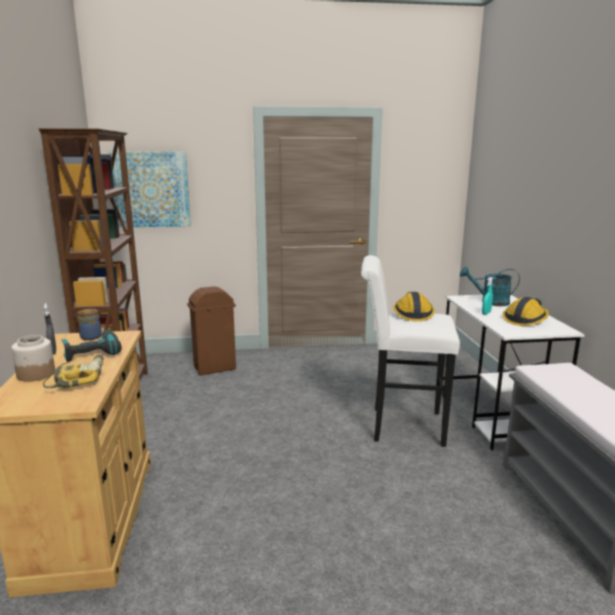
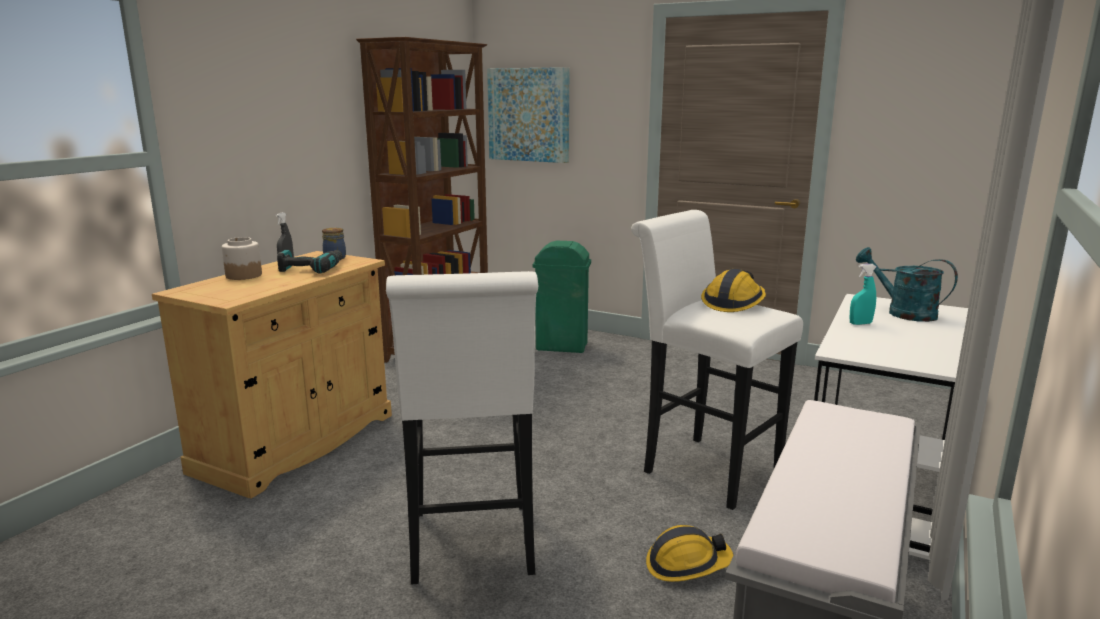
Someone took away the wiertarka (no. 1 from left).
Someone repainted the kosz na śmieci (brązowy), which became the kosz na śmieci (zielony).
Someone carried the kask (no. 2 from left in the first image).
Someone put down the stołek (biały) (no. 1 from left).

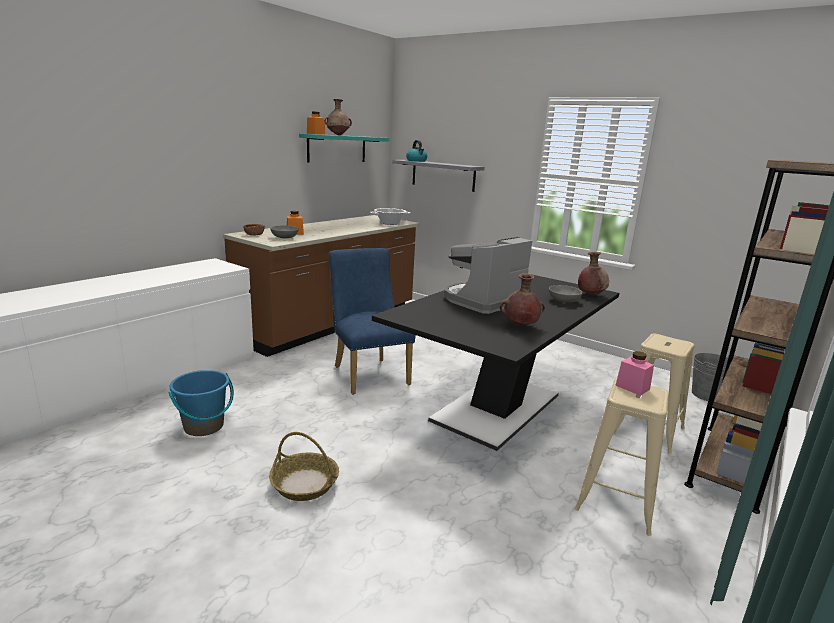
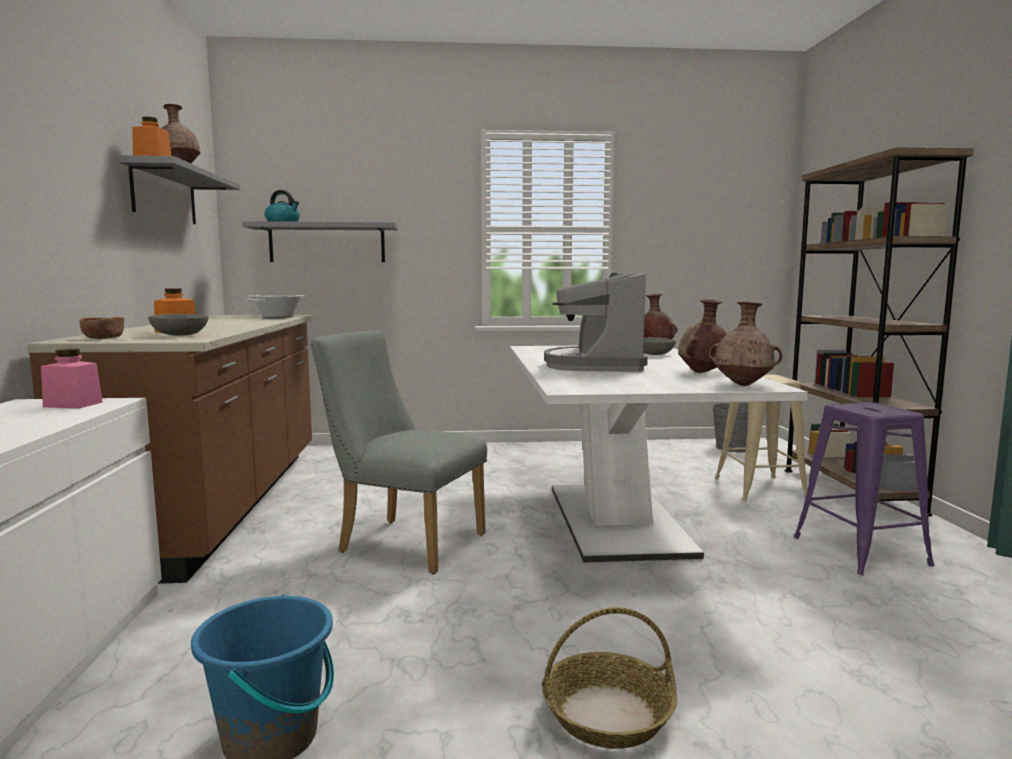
Someone repainted the półka (turkusowy), which became the półka (szary) (no. 1 from left).
Someone repainted the krzesło (niebieski), which became the krzesło (szary).
Someone repainted the stół jadalny (czarny), which became the stół jadalny (biały).
Someone repainted the stołek (beżowy) (no. 1 from left), which became the stołek (fioletowy).
Someone carried the słoik (różowy).
Someone put down the wazon (brązowy) (no. 4 from left).

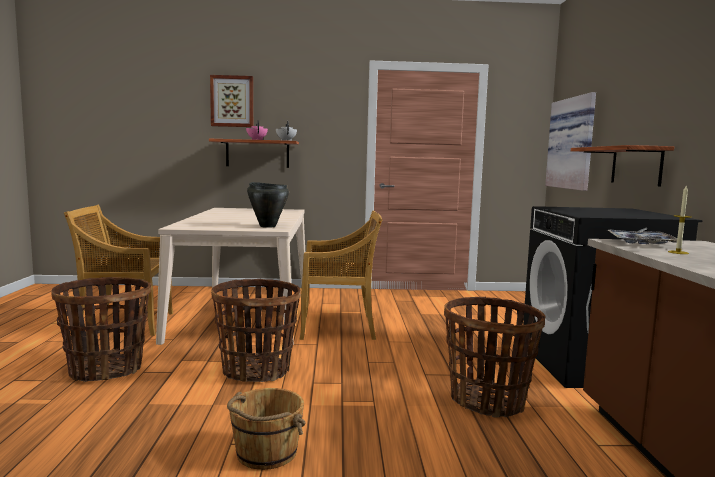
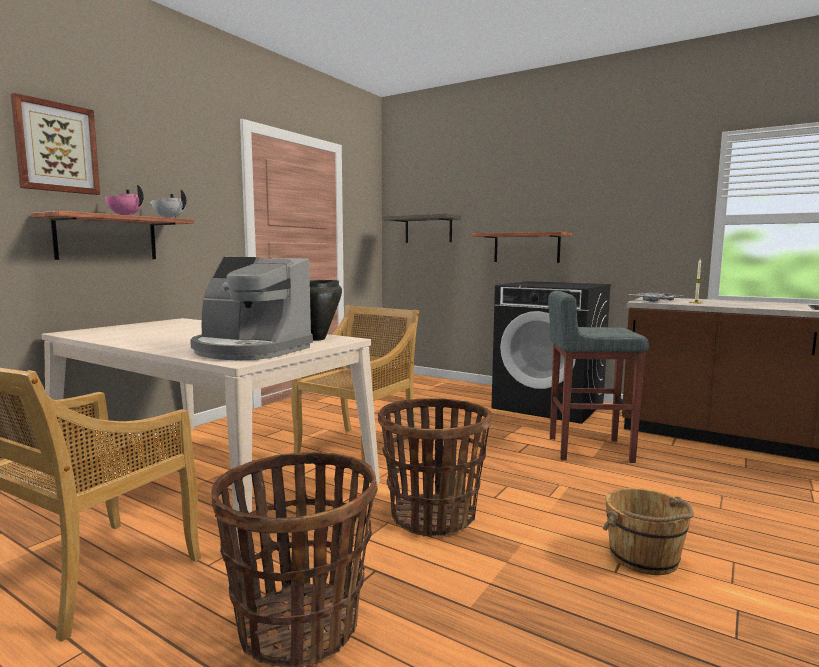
Someone swapped the koszyk (no. 3 from left) for the stołek (szary).
Someone swapped the obraz (no. 2 from left) for the półka (no. 2 from left).
Someone put down the ekspres do kawy.

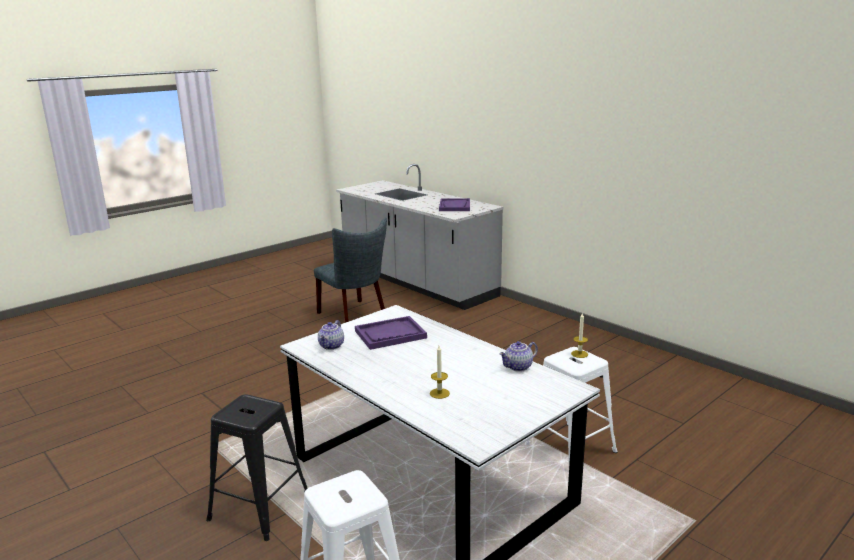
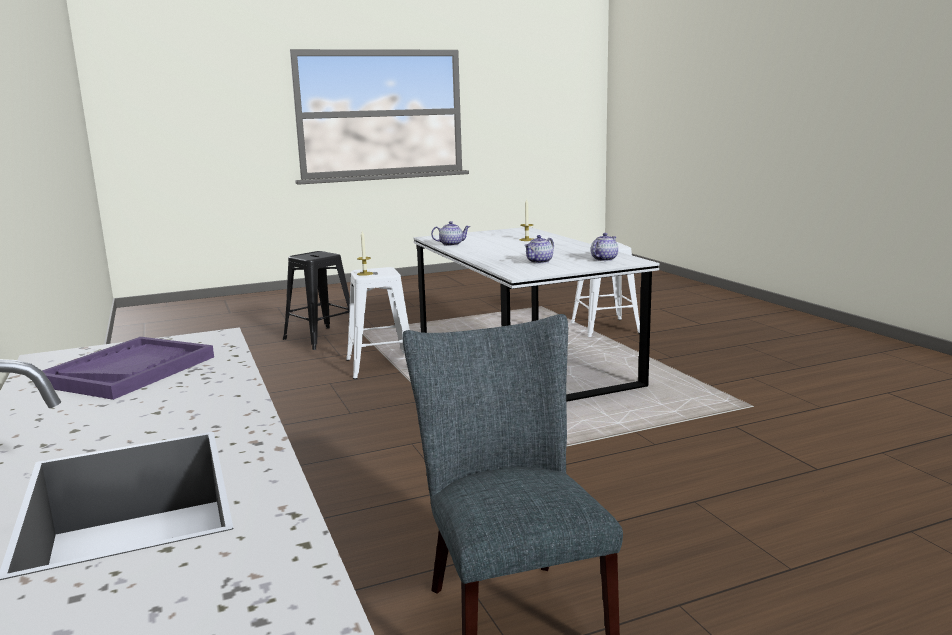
Someone carried the stołek (czarny).
Someone swapped the taca (fioletowy) (no. 1 from left) for the imbryk (no. 2 from left).

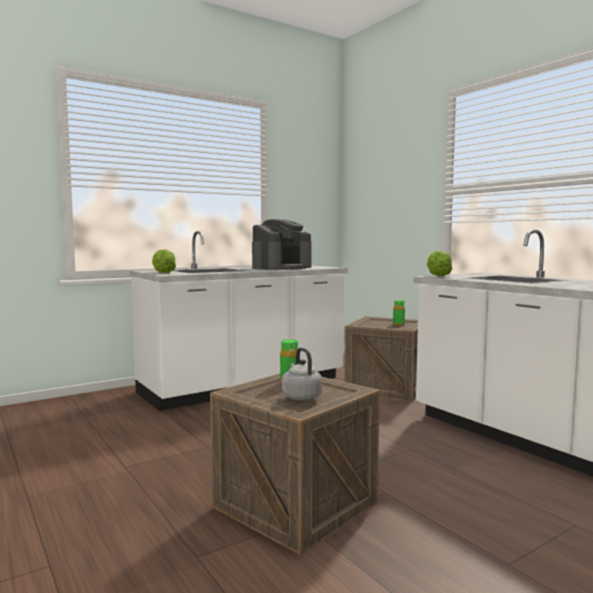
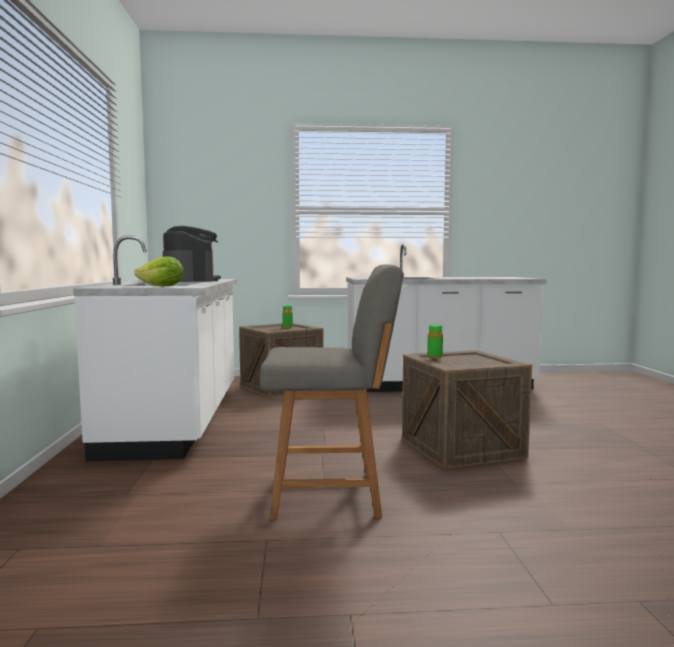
Someone took away the czajnik (szary).
Someone took away the sałata (no. 2 from left).
Someone put down the krzesło (szary).

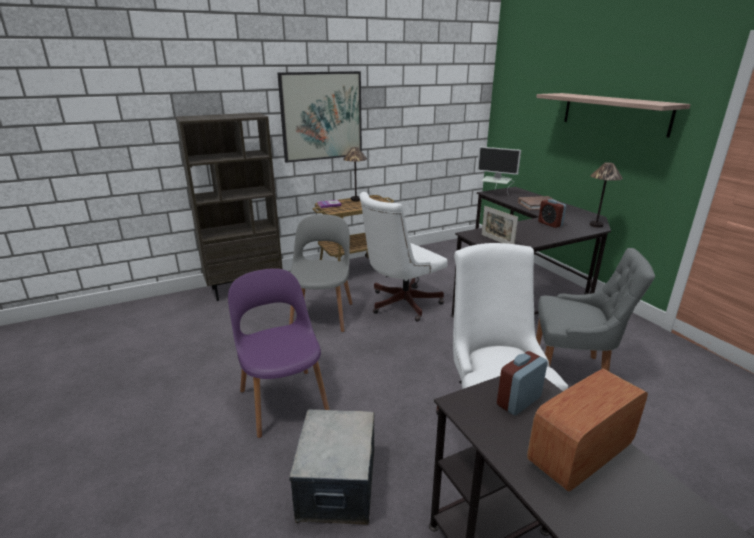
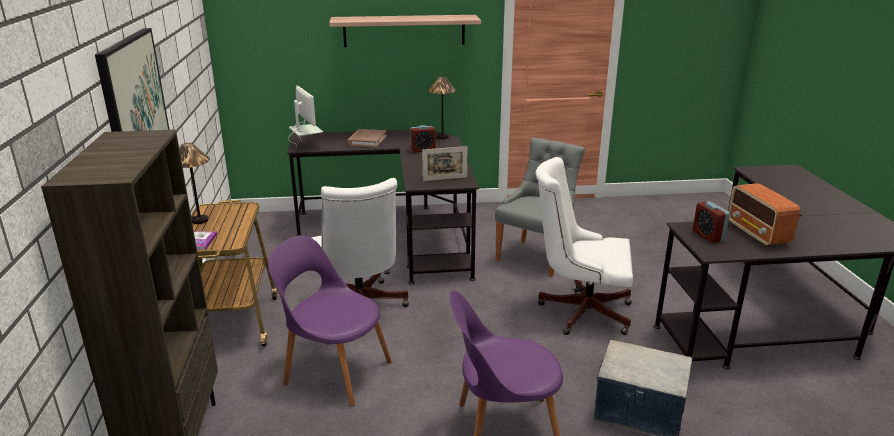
Someone repainted the krzesło (szary) (no. 1 from left), which became the krzesło (fioletowy) (no. 1 from left).
Someone rotated the monitor by 75 degrees counterclockwise.

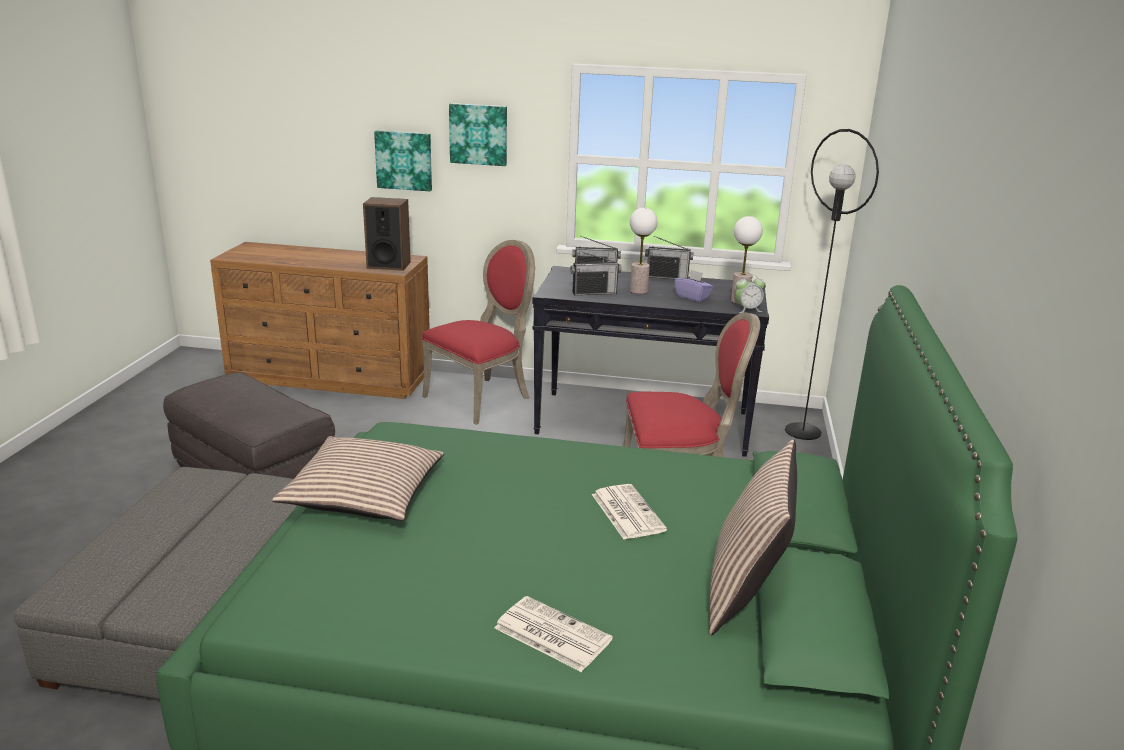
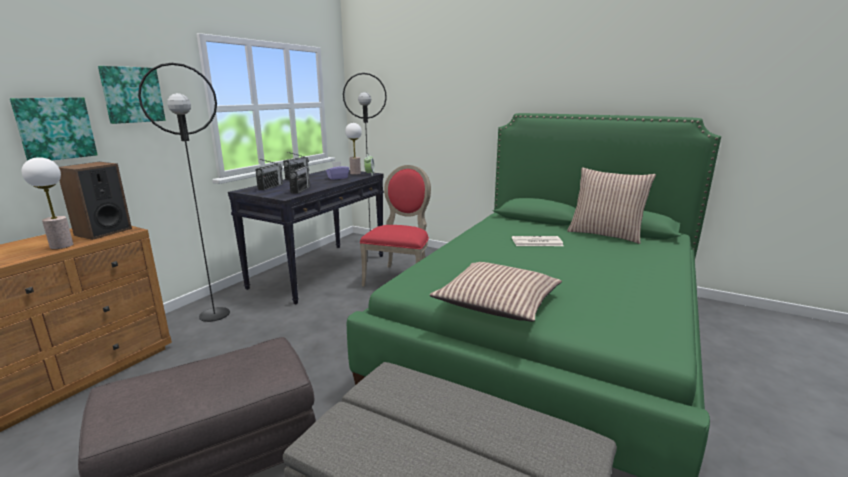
Someone swapped the krzesło (czerwony) (no. 1 from left) for the lampa stojąca (czarny) (no. 1 from left).
Someone took away the gazeta (no. 1 from left).
Someone carried the lampa stołowa (no. 1 from left).

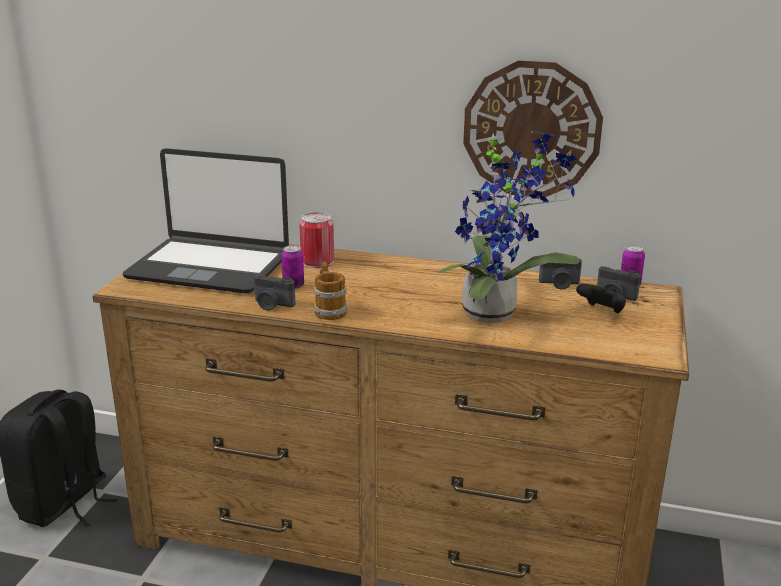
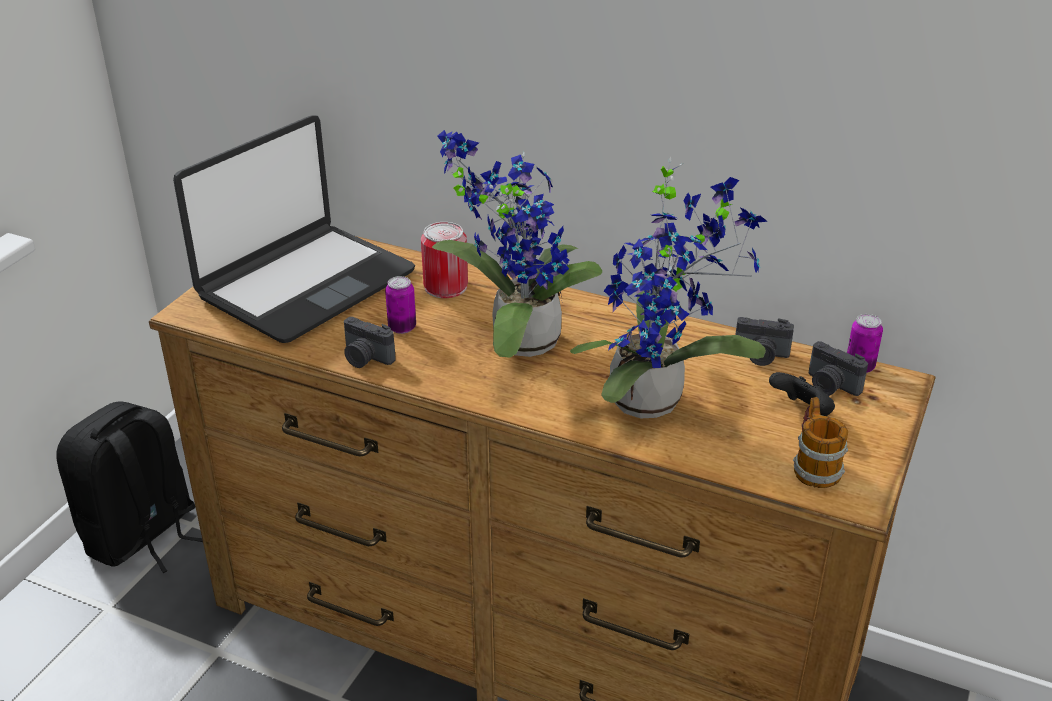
Someone rotated the laptop by 75 degrees counterclockwise.
Someone carried the kubek.
Someone took away the zegar ścienny.
Someone put down the roślina doniczkowa (no. 1 from left).

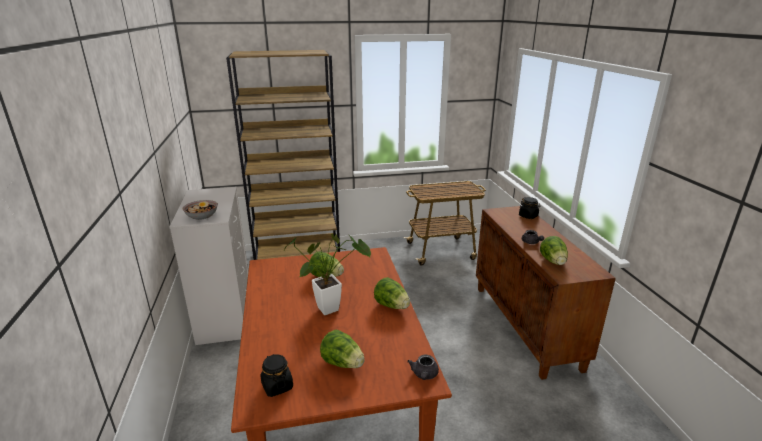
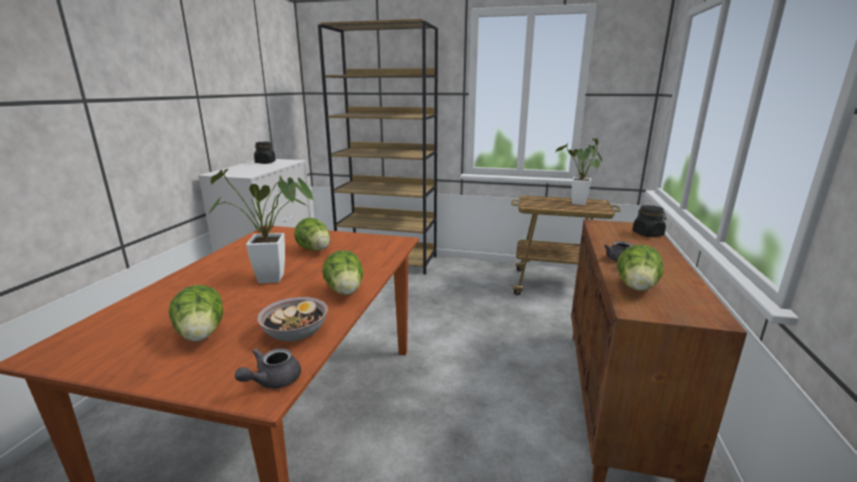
Someone carried the miska.
Someone carried the słoik (czarny) (no. 1 from left).
Someone put down the roślina doniczkowa (no. 2 from left).

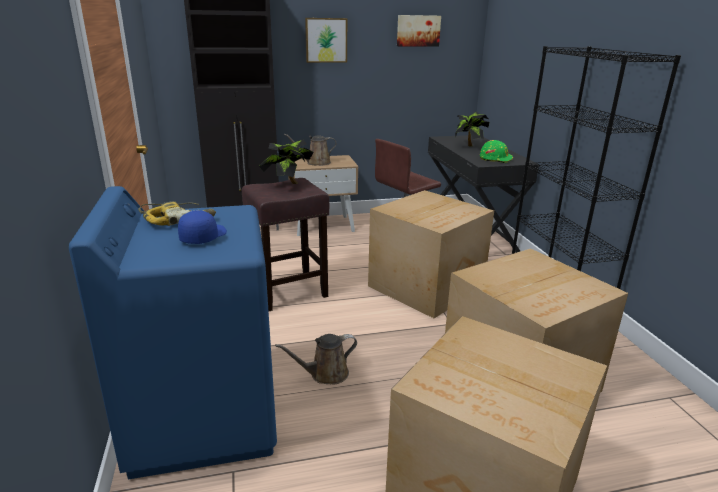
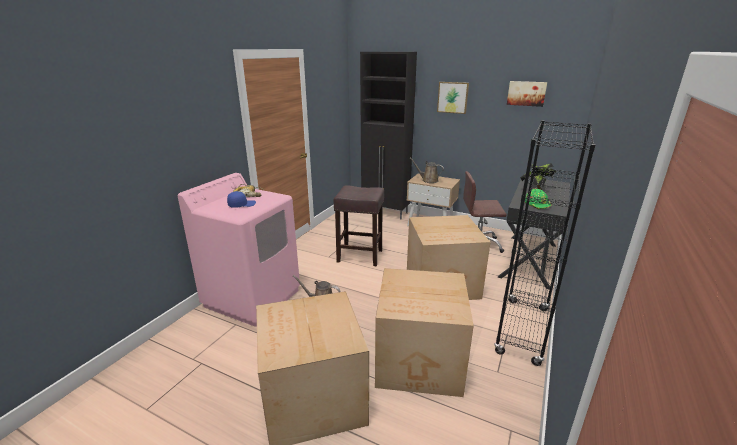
Someone repainted the pralka (niebieski), which became the pralka (różowy).
Someone took away the roślina doniczkowa (no. 1 from left).

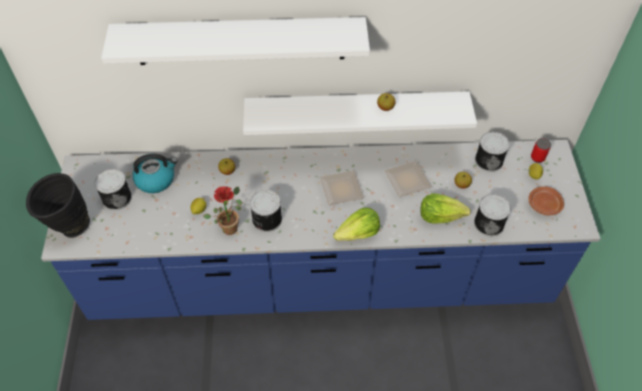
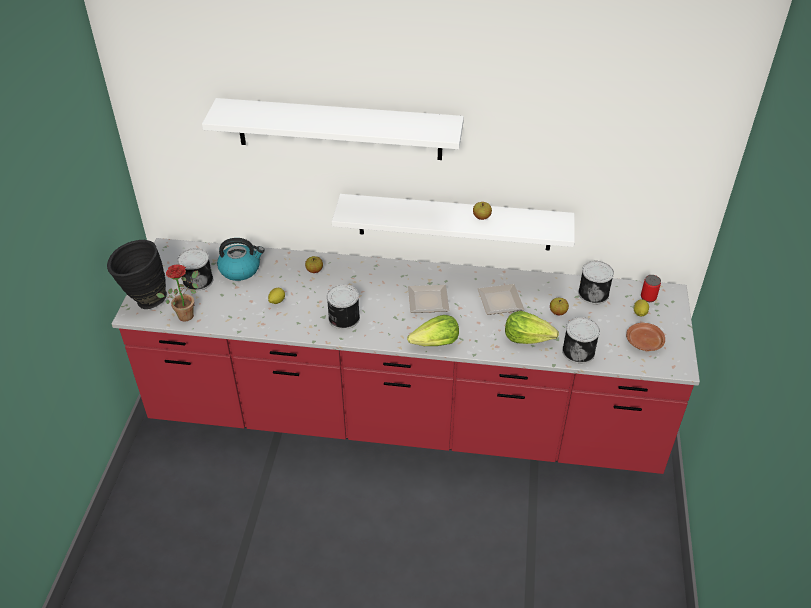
Someone repainted the zabudowa kuchenna (niebieski), which became the zabudowa kuchenna (czerwony).
Someone carried the roślina doniczkowa.

